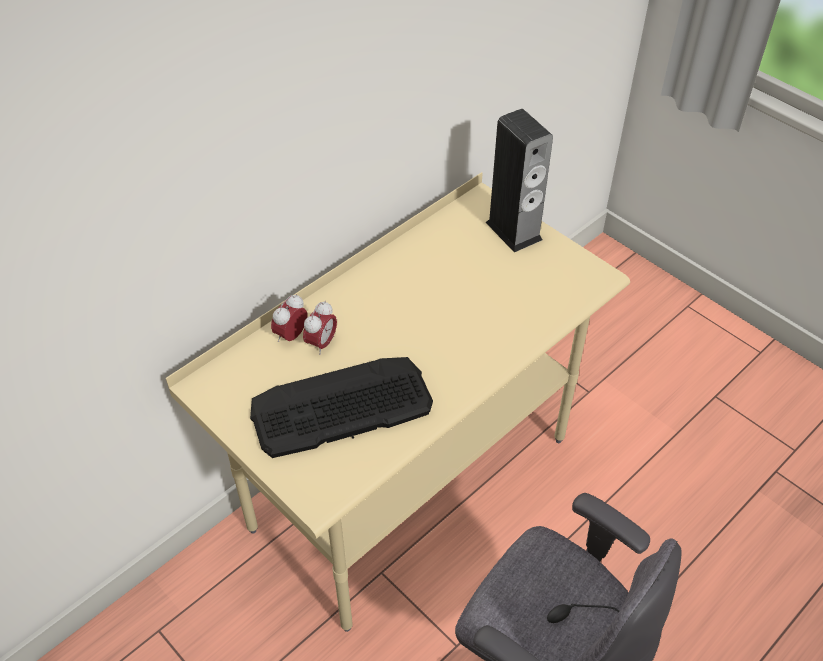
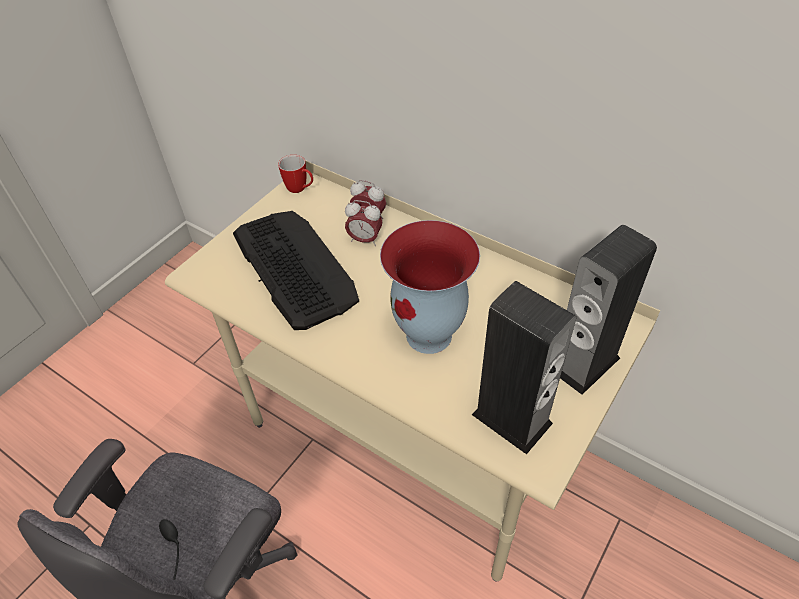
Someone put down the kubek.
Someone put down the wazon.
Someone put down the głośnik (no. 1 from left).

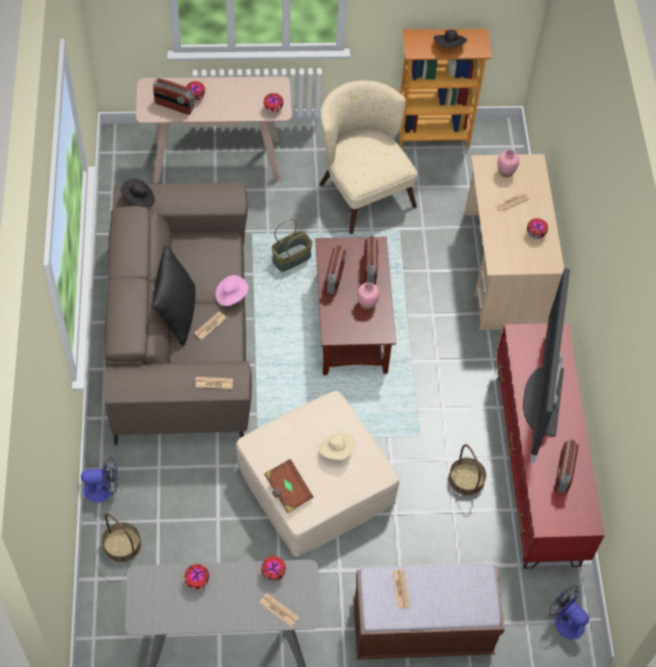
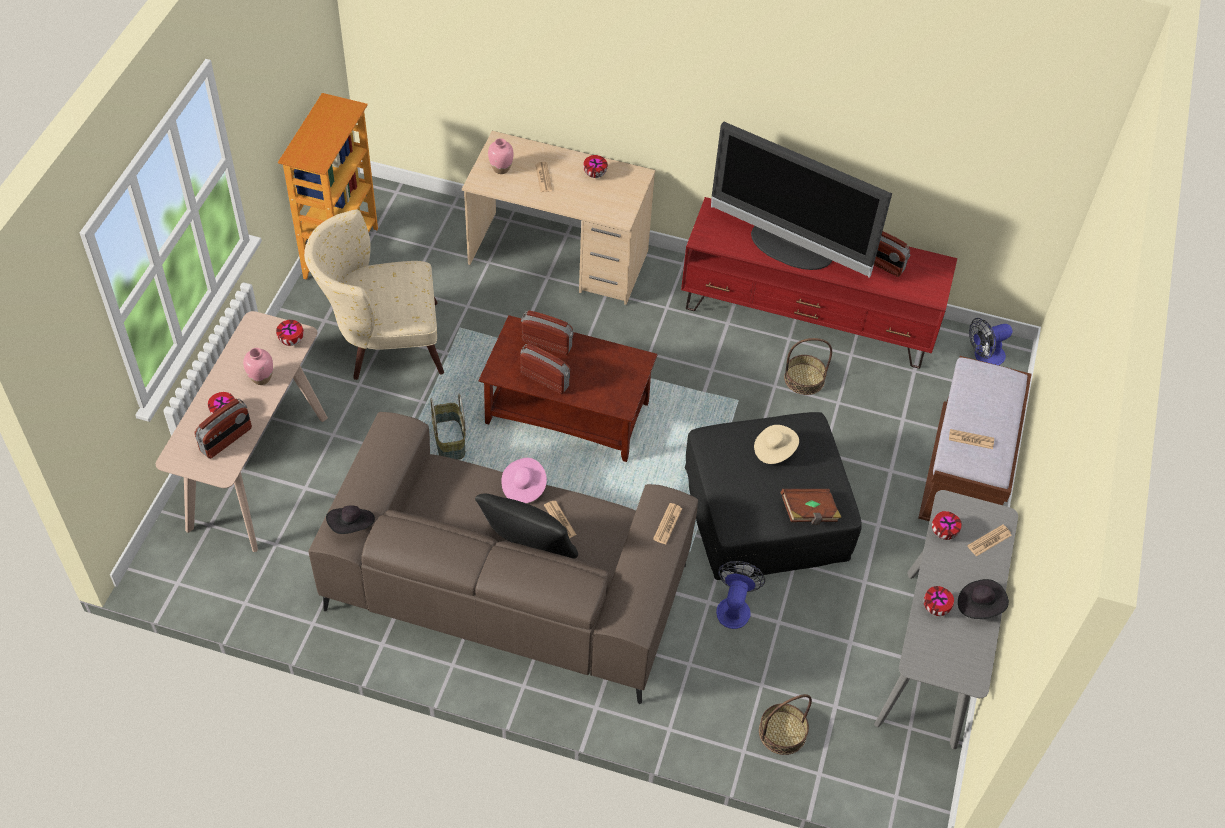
Someone carried the wentylator (no. 1 from left).
Someone repainted the pufa (beżowy), which became the pufa (czarny).
Someone carried the wazon (różowy) (no. 1 from left).
Someone carried the kapelusz (czarny) (no. 2 from left).

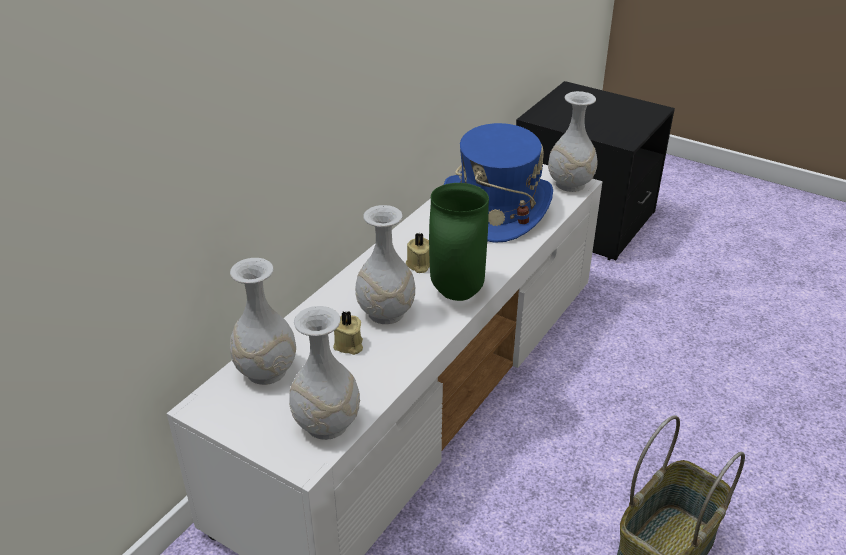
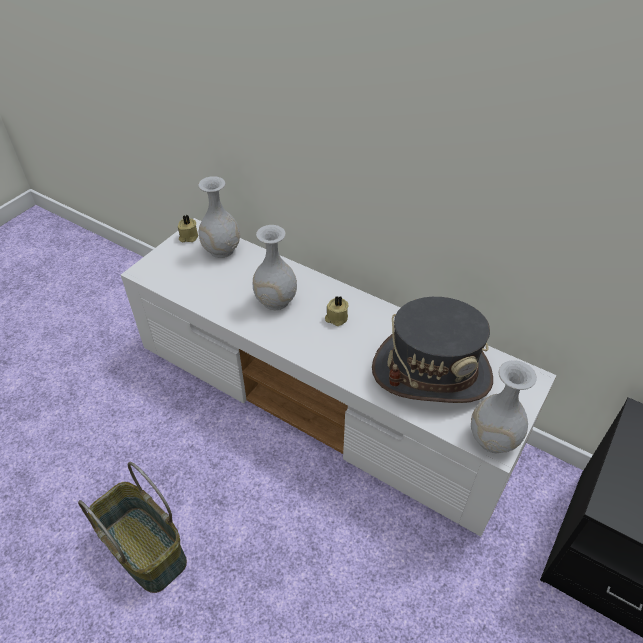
Someone took away the wazon (biały) (no. 2 from left).
Someone carried the świeca (beżowy) (no. 1 from left).
Someone took away the wazon (zielony).
Someone repainted the kapelusz (niebieski), which became the kapelusz (szary).

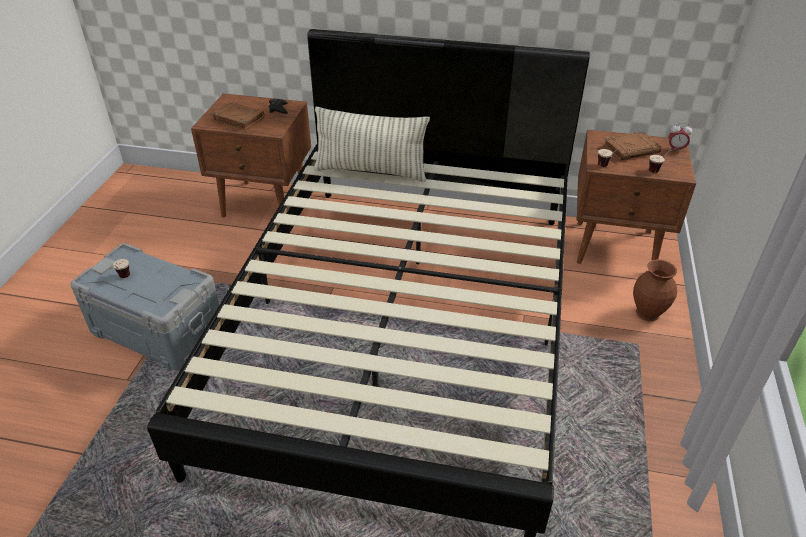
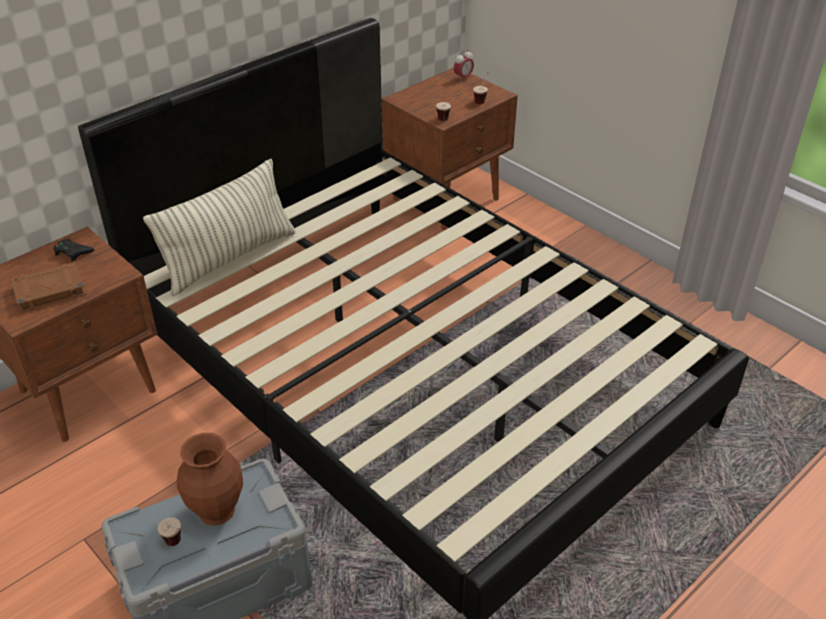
Someone took away the książka (brązowy) (no. 2 from left).
Someone carried the wazon (brązowy).

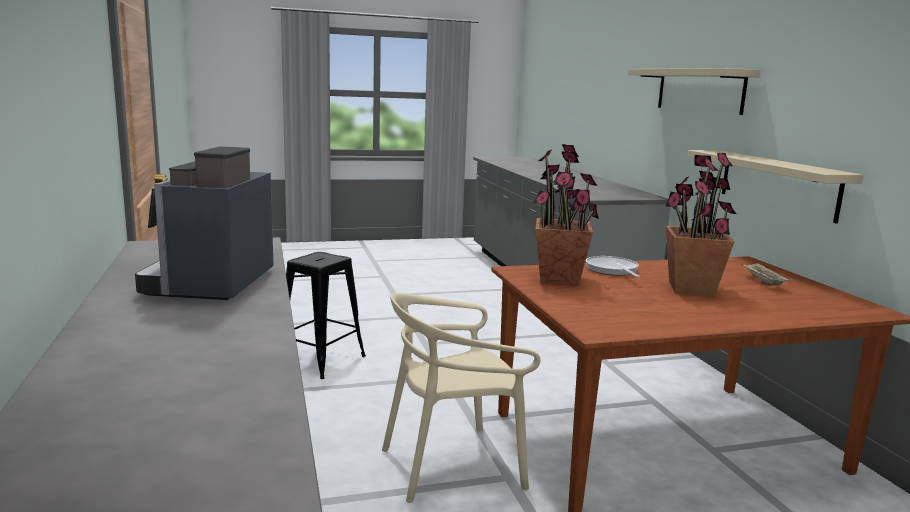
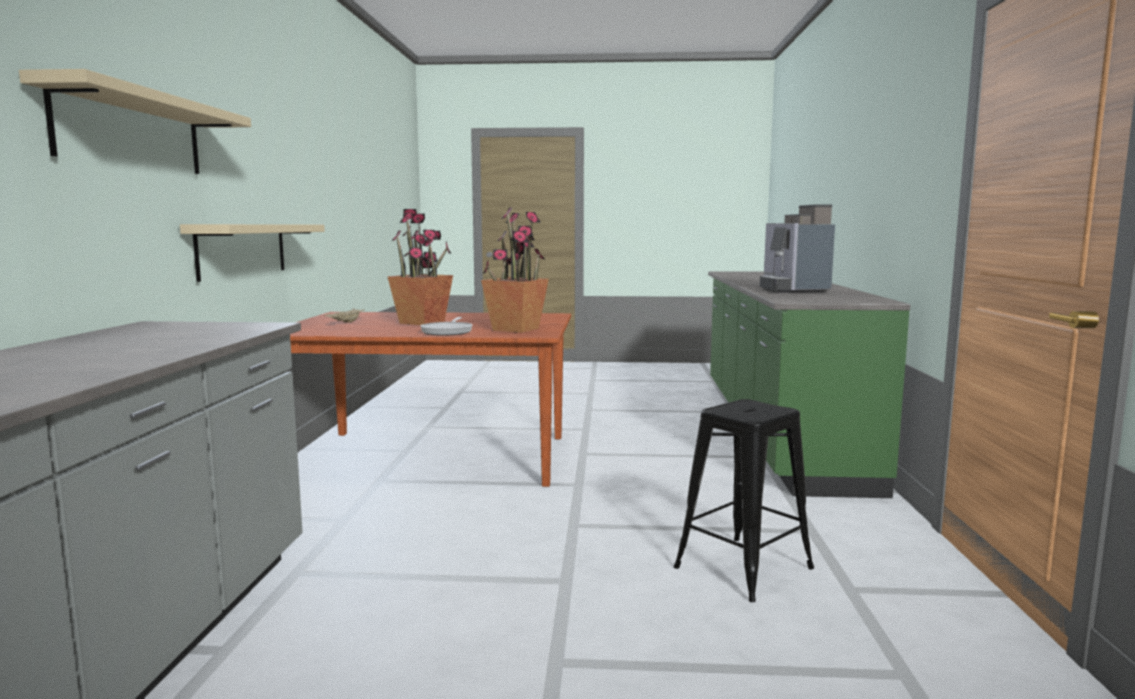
Someone rotated the ekspres do kawy by 150 degrees clockwise.
Someone took away the krzesło (beżowy).

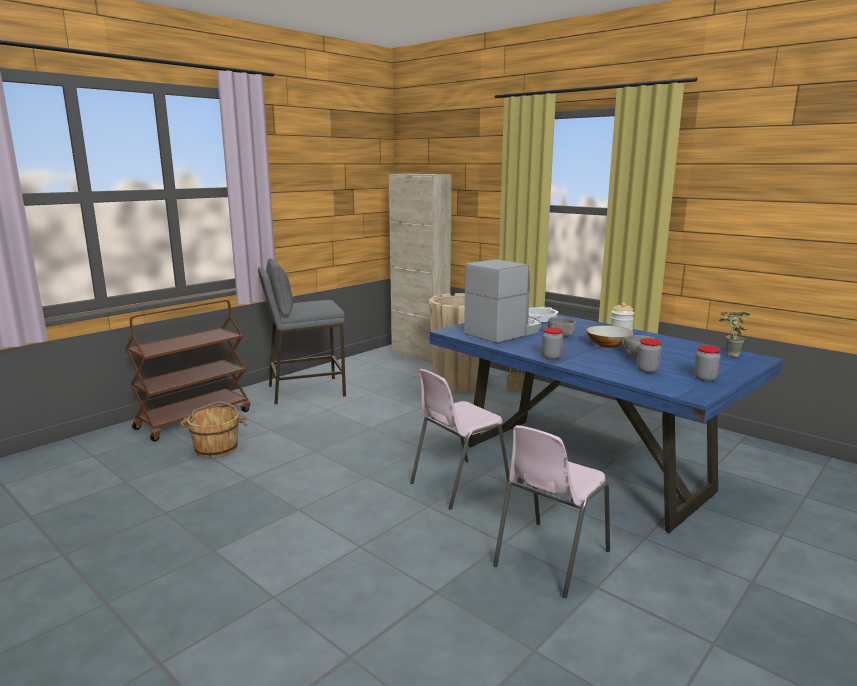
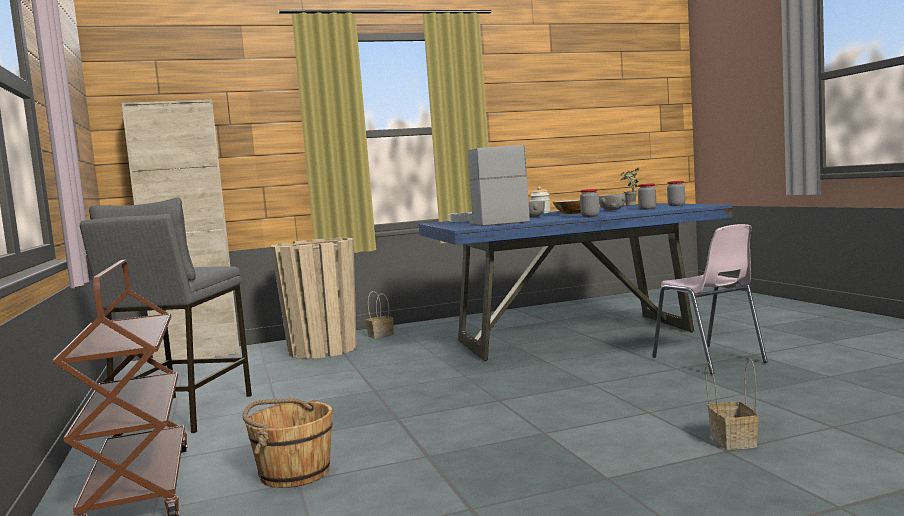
Someone took away the krzesło (różowy) (no. 1 from left).
Someone put down the koszyk (no. 2 from left).

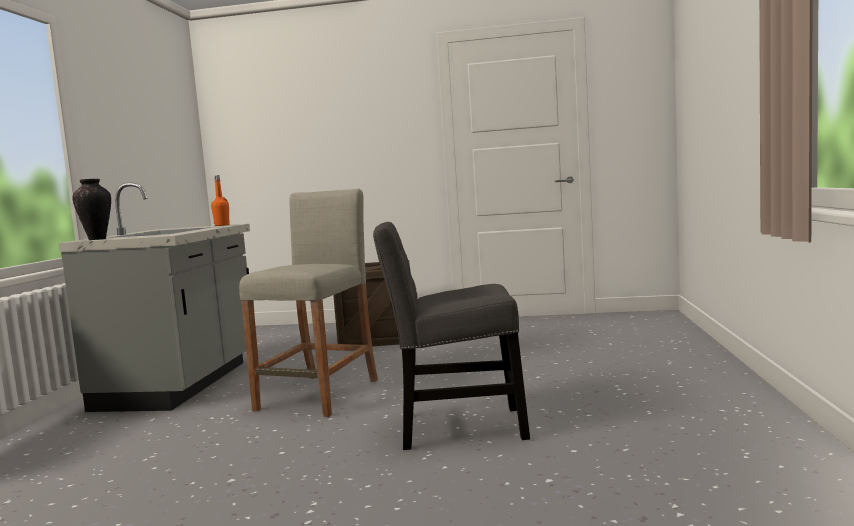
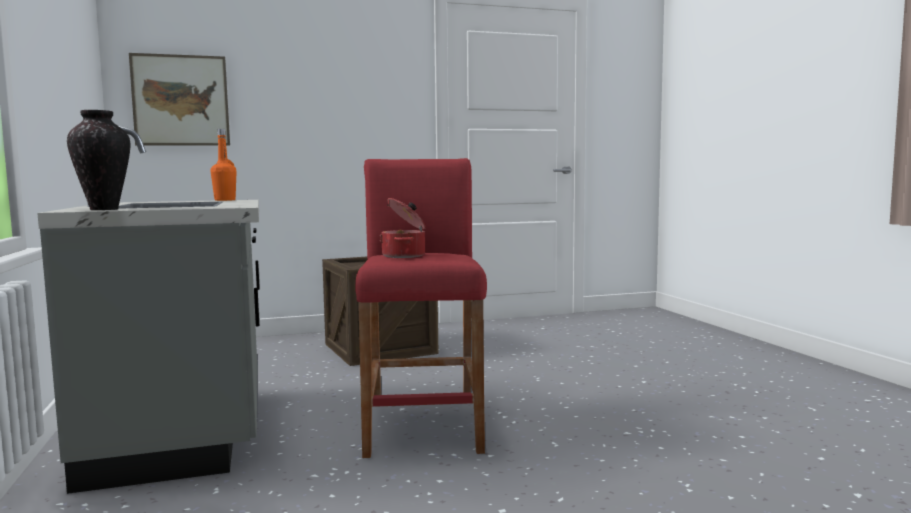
Someone repainted the stołek (beżowy), which became the stołek (czerwony).
Someone took away the krzesło (szary).
Someone put up the obraz.
Someone put down the garnek.

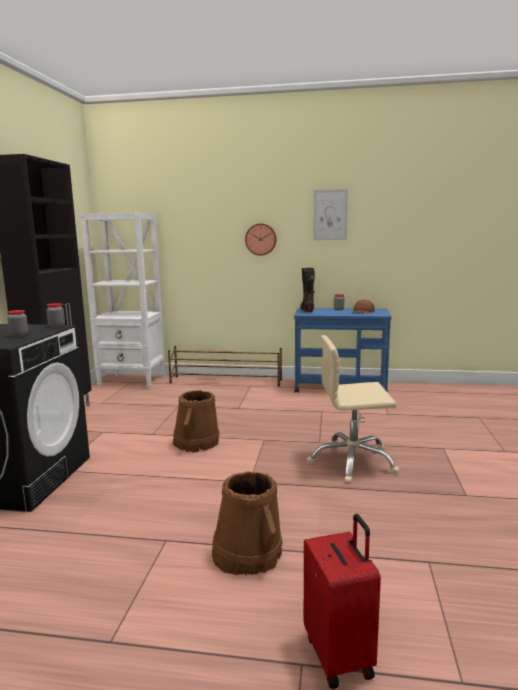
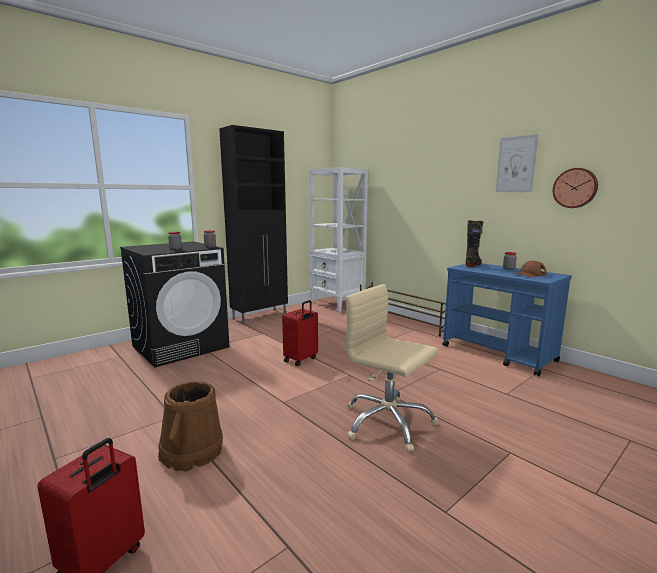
Someone swapped the wiadro (brązowy) (no. 1 from left) for the walizka (czerwony) (no. 2 from left).
Someone carried the zegar ścienny.

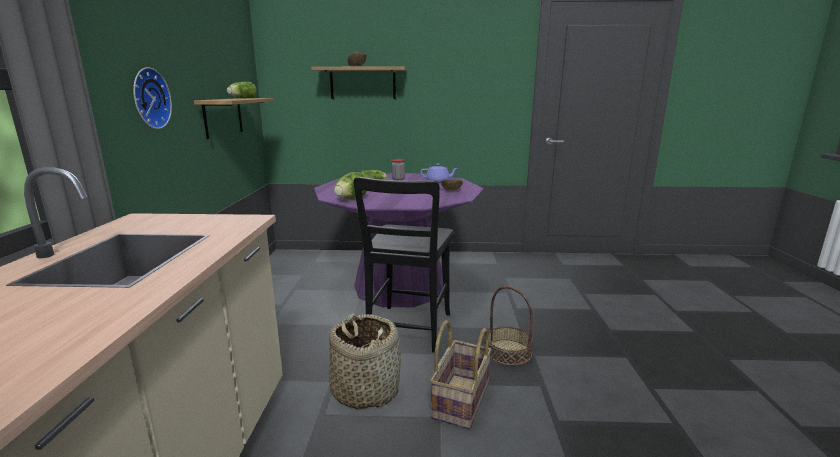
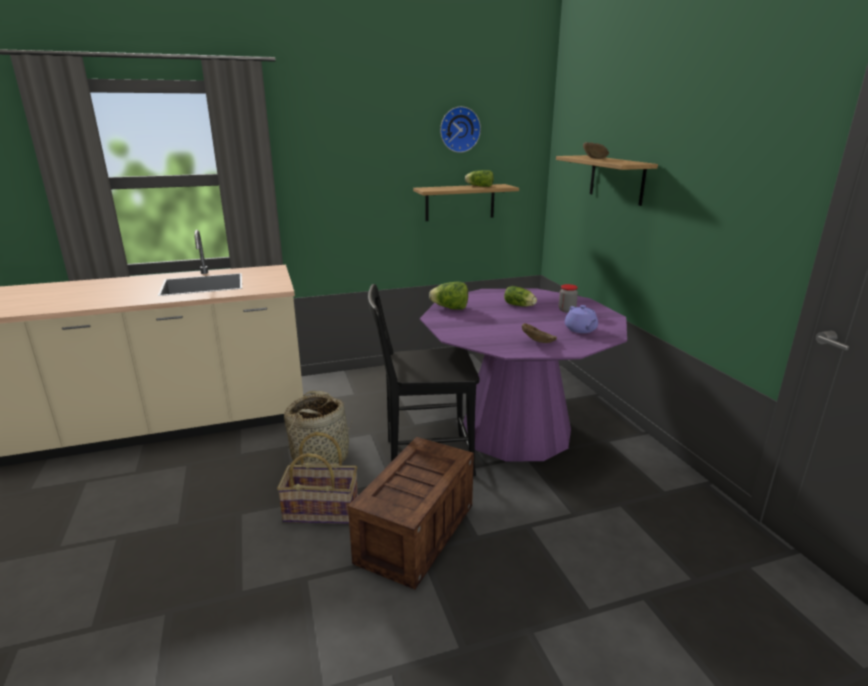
Someone carried the zegar ścienny.
Someone swapped the koszyk (no. 3 from left) for the skrzynka.

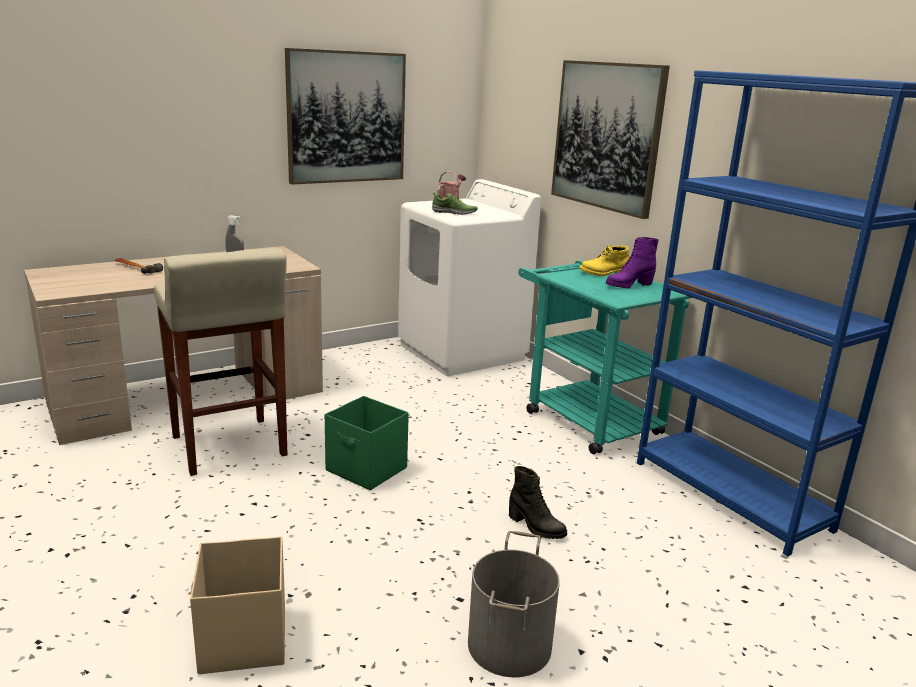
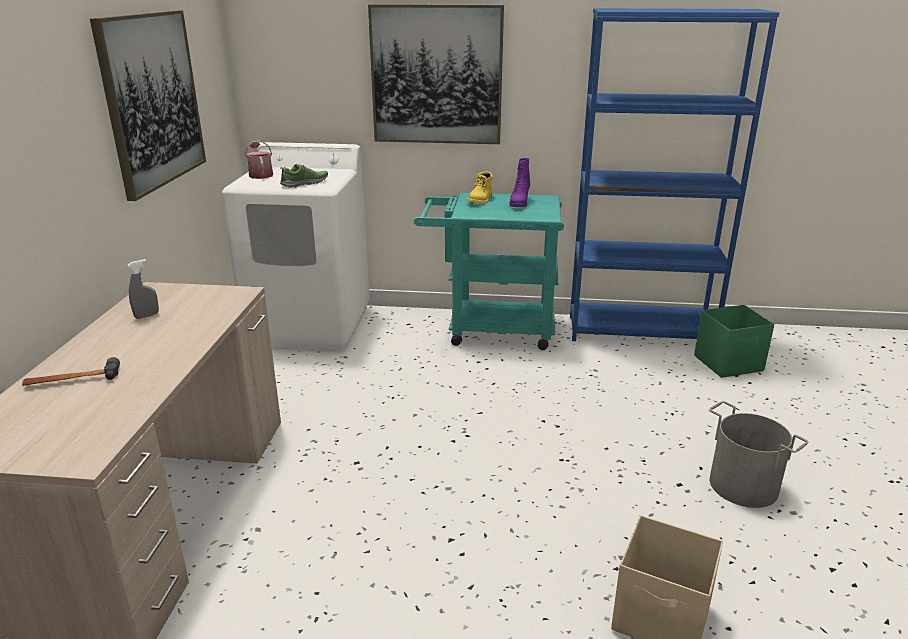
Someone took away the stołek (beżowy).
Someone carried the pojemnik do przechowywania (zielony).
Someone took away the but z cholewką (czarny).

